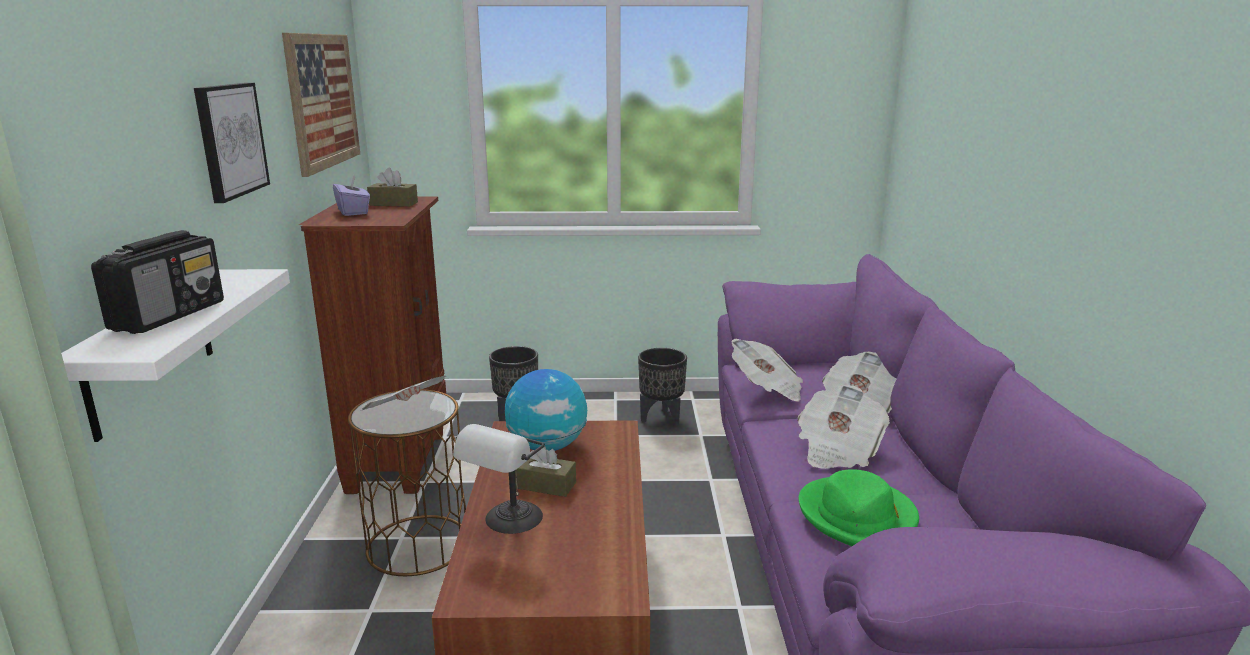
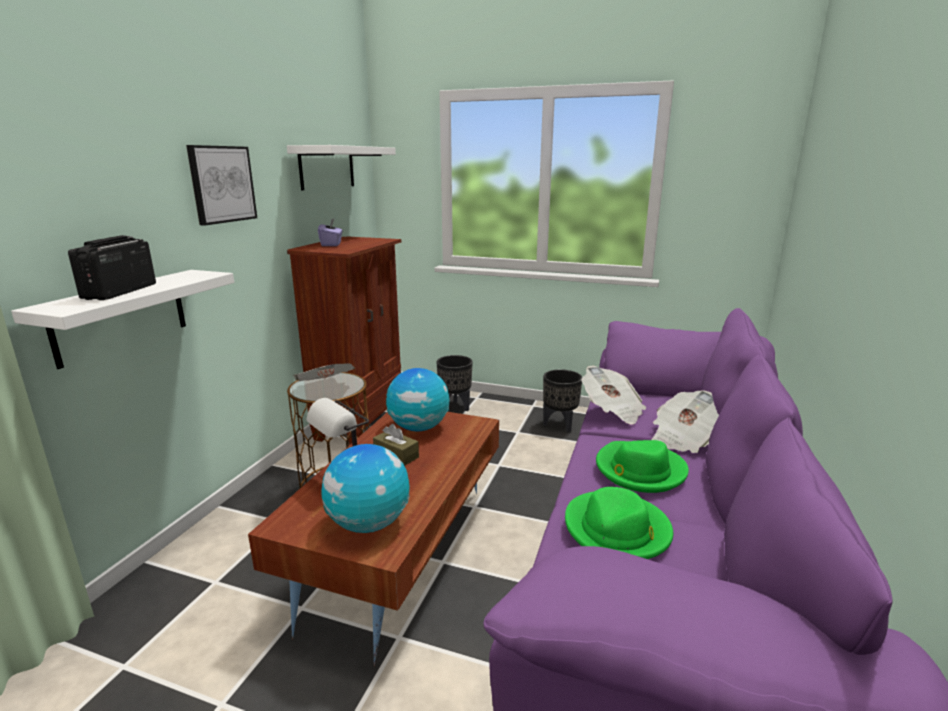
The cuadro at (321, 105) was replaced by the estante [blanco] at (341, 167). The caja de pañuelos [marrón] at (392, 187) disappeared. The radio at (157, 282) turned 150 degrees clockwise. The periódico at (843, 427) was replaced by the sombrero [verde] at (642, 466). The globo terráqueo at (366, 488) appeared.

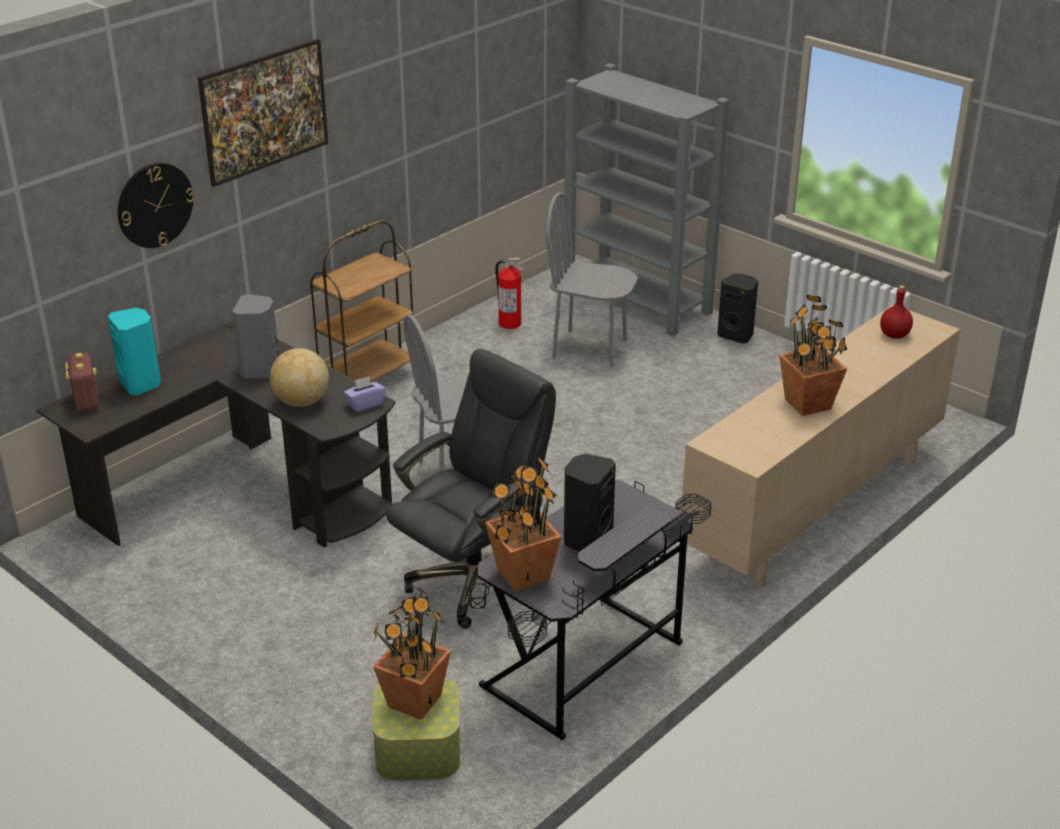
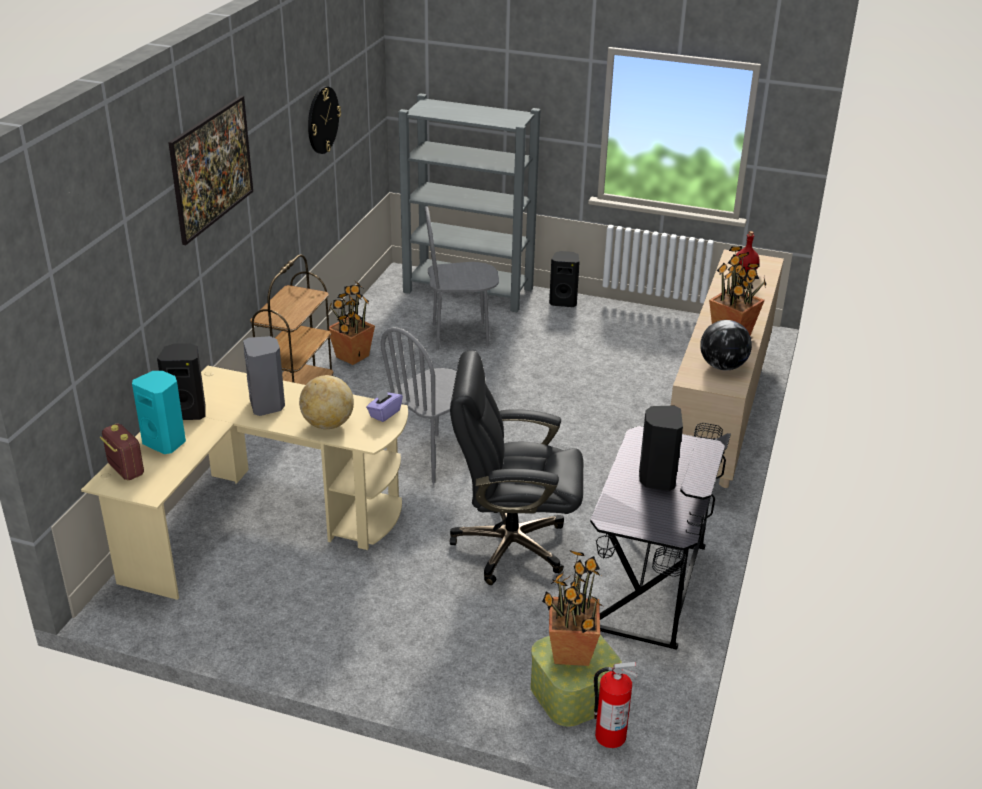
The reloj de pared moved from (156, 205) to (324, 120). The extintor moved from (509, 293) to (615, 705). The escritorio [negro] at (215, 434) became the escritorio [beis] at (244, 482). The silla de oficina [negro] at (471, 489) turned 105 degrees counterclockwise. The planta en maceta moved from (523, 523) to (351, 323). The globo terráqueo at (726, 345) appeared. The altavoz [negro] at (181, 381) appeared.

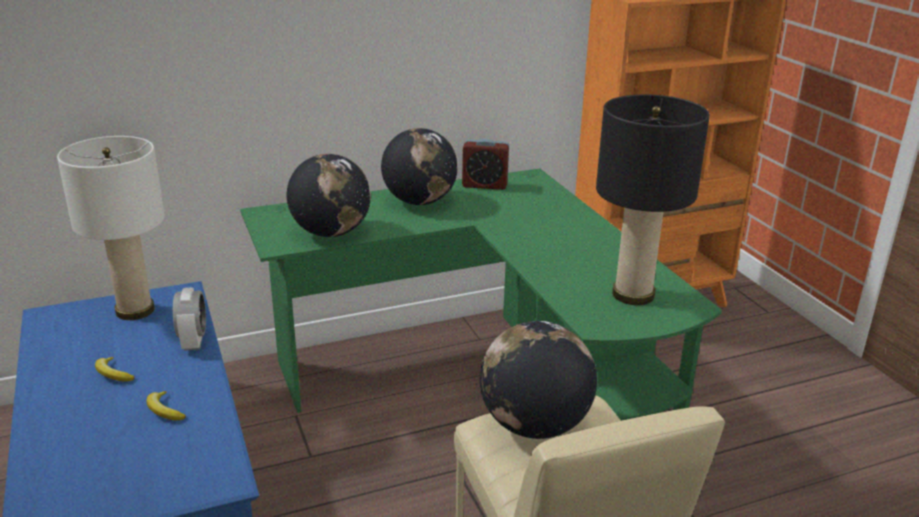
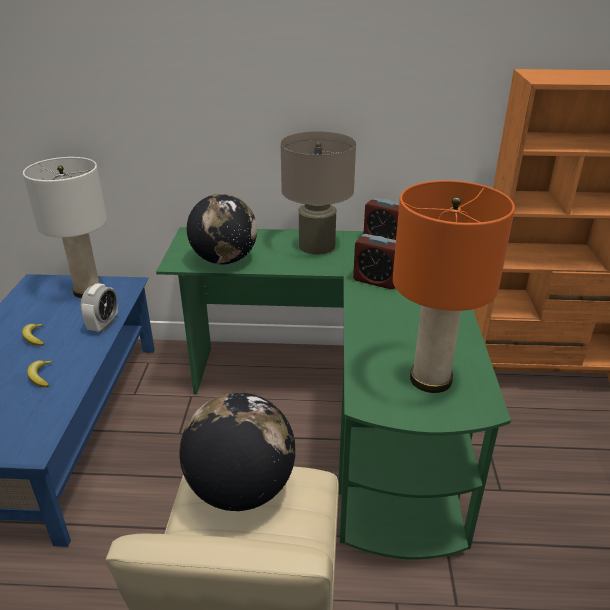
The lámpara de mesa [negro] at (653, 199) became the lámpara de mesa [naranja] at (454, 286). The globo terráqueo at (419, 166) was replaced by the lámpara de mesa [beis] at (318, 193). The despertador at (374, 261) appeared.

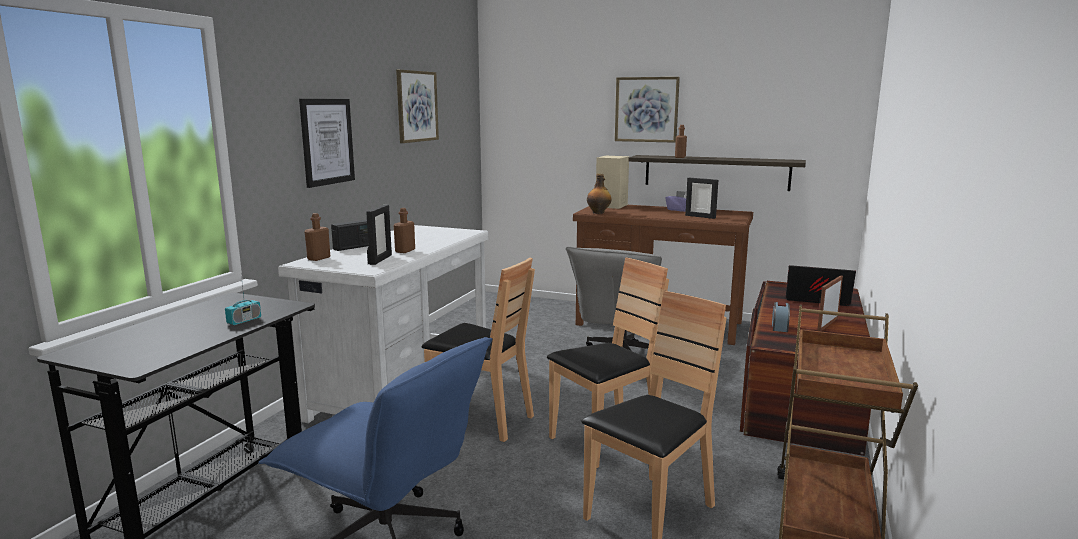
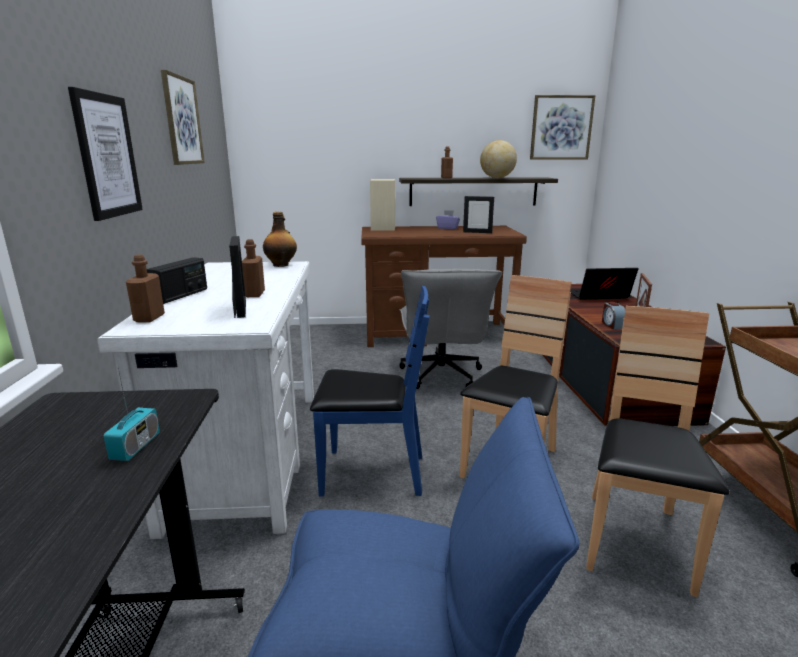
The cuadro moved from (647, 110) to (562, 127). The botella moved from (599, 194) to (280, 239). The silla [marrón] at (478, 350) became the silla [azul] at (370, 391). The globo terráqueo at (498, 159) appeared.

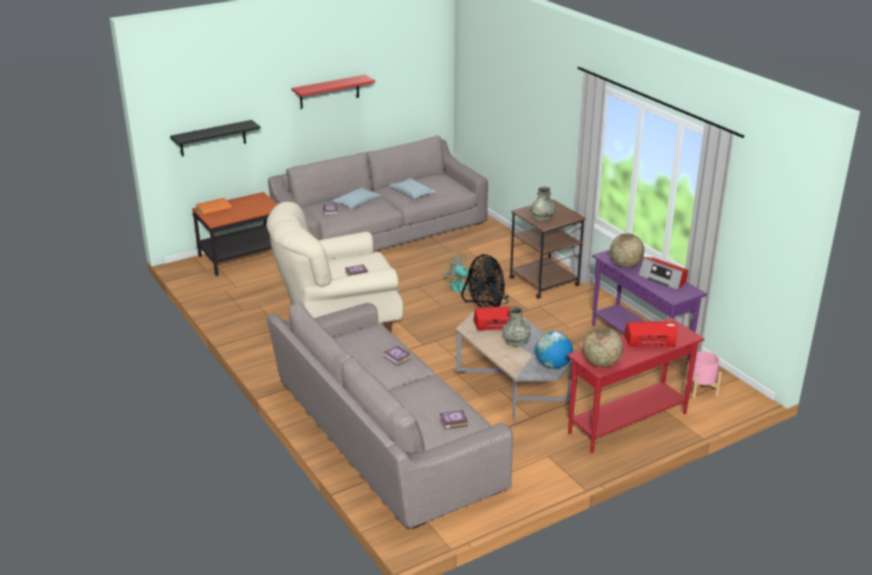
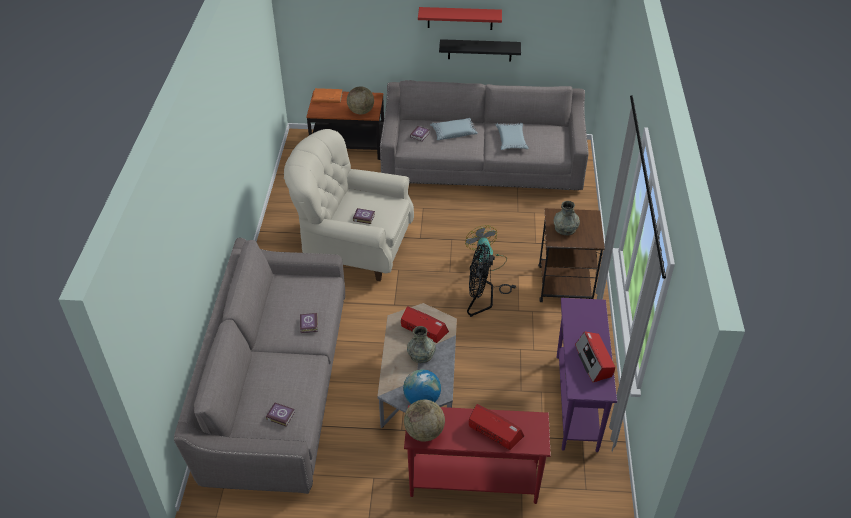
The estante [negro] moved from (215, 138) to (480, 50). The globo terráqueo moved from (627, 250) to (360, 100). The maceta [rosa] at (703, 374) disappeared.

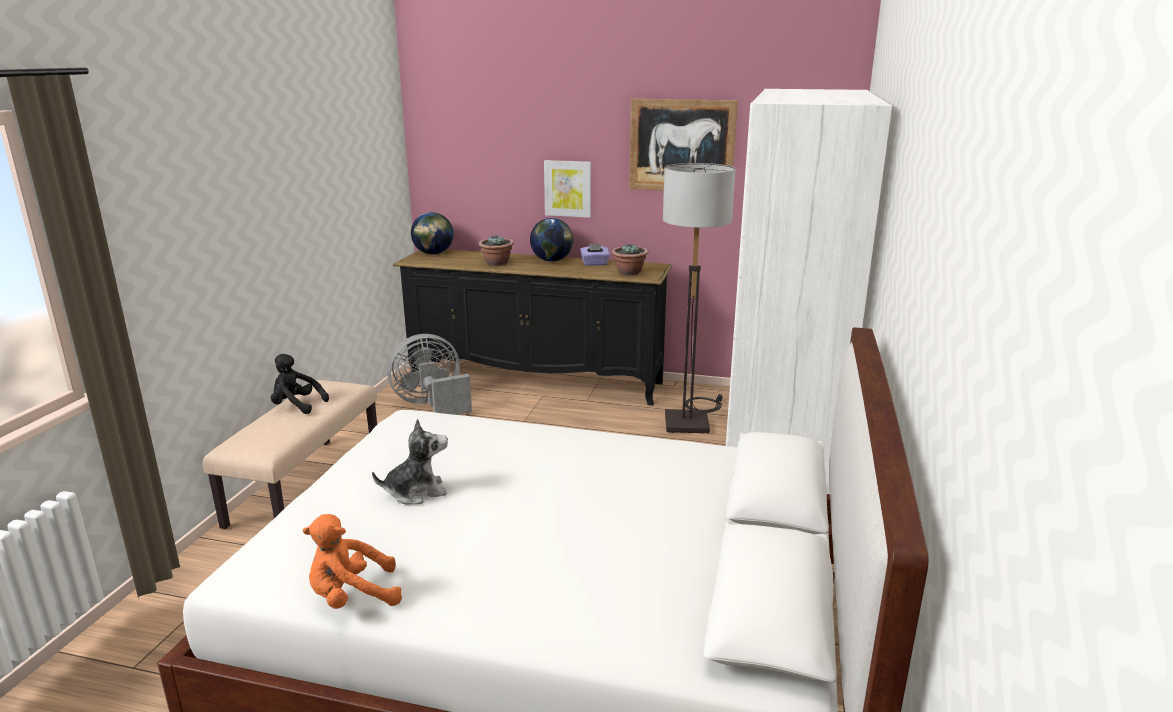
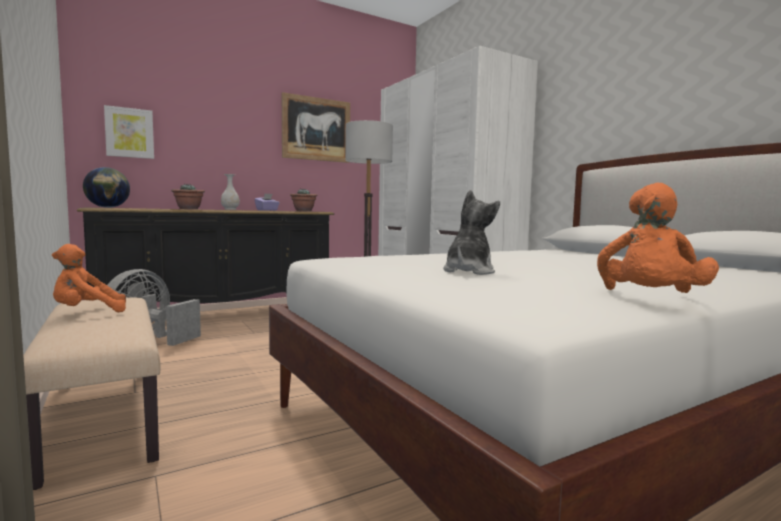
The cuadro moved from (567, 189) to (129, 132). The globo terráqueo at (551, 240) was replaced by the florero [blanco] at (230, 192). The peluche [negro] at (300, 384) became the peluche [naranja] at (89, 278).

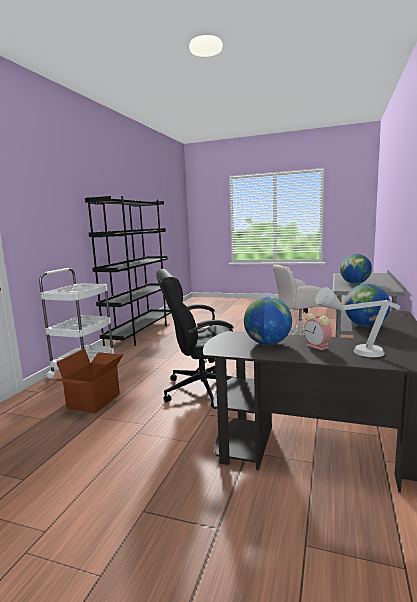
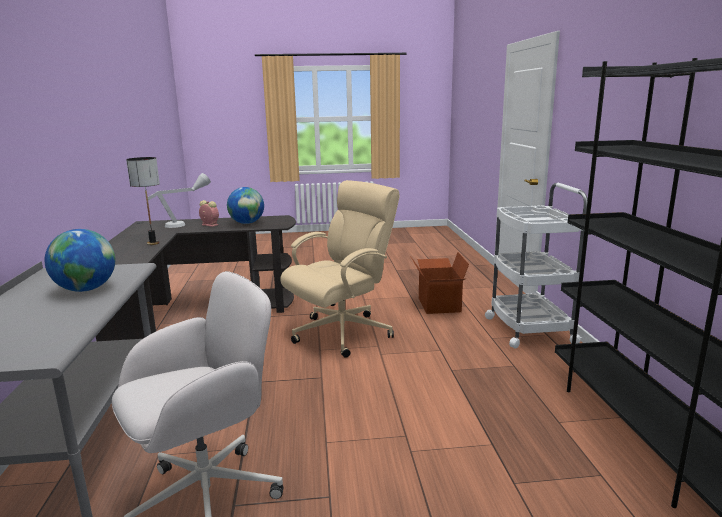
The silla de oficina [negro] at (195, 339) became the silla de oficina [beis] at (340, 269). The globo terráqueo at (367, 305) was replaced by the lámpara de mesa at (143, 201).

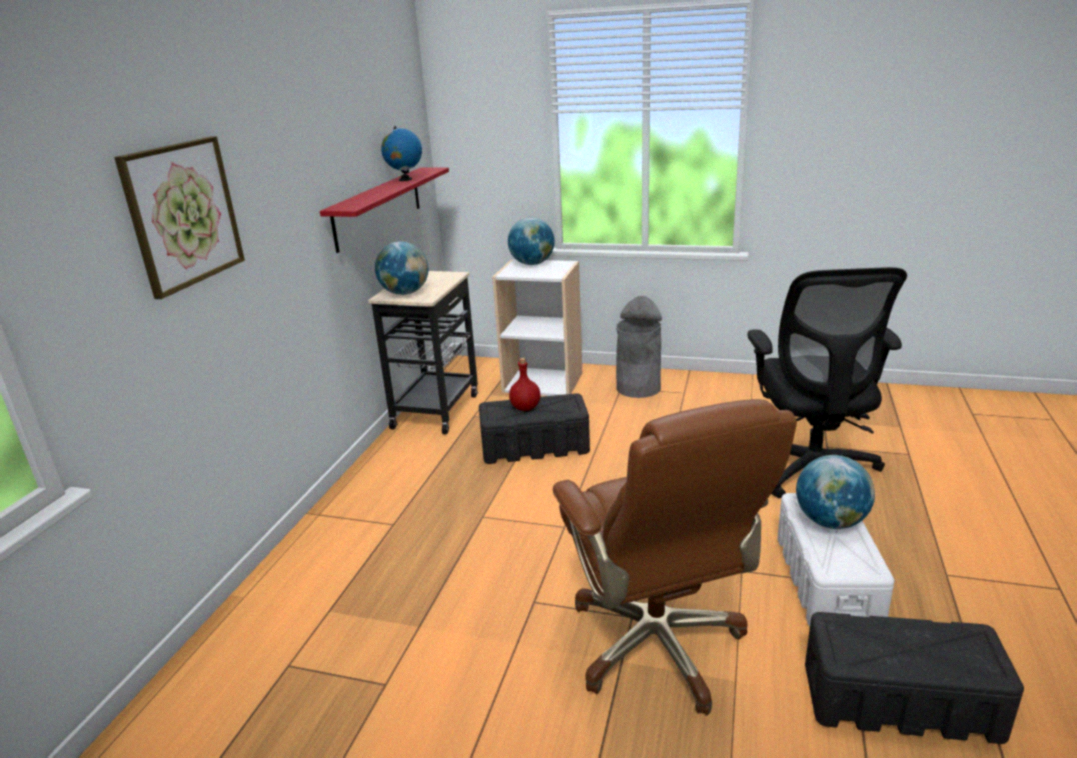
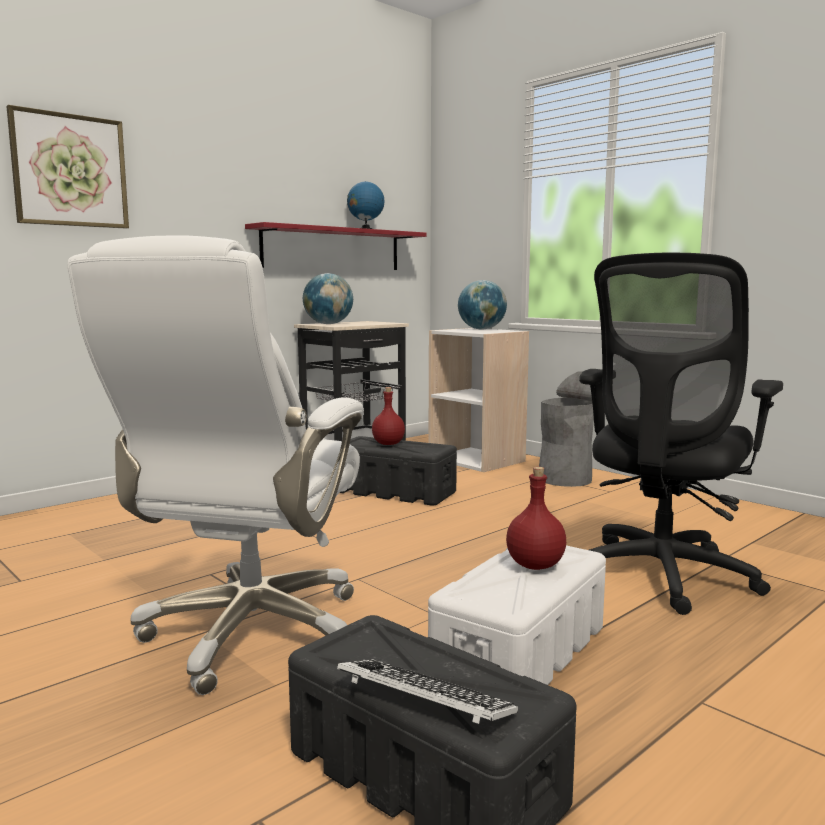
The silla de oficina [marrón] at (675, 557) became the silla de oficina [blanco] at (215, 465). The globo terráqueo at (835, 492) was replaced by the botella [rojo] at (536, 518). The teclado at (427, 691) appeared.

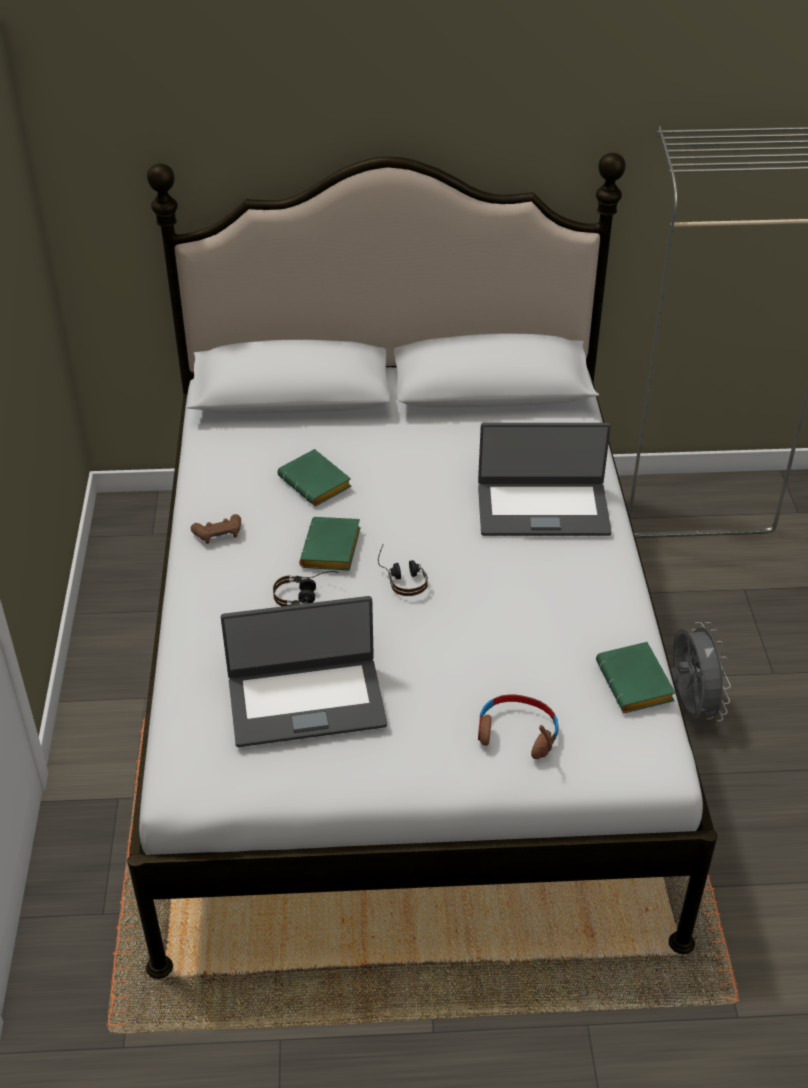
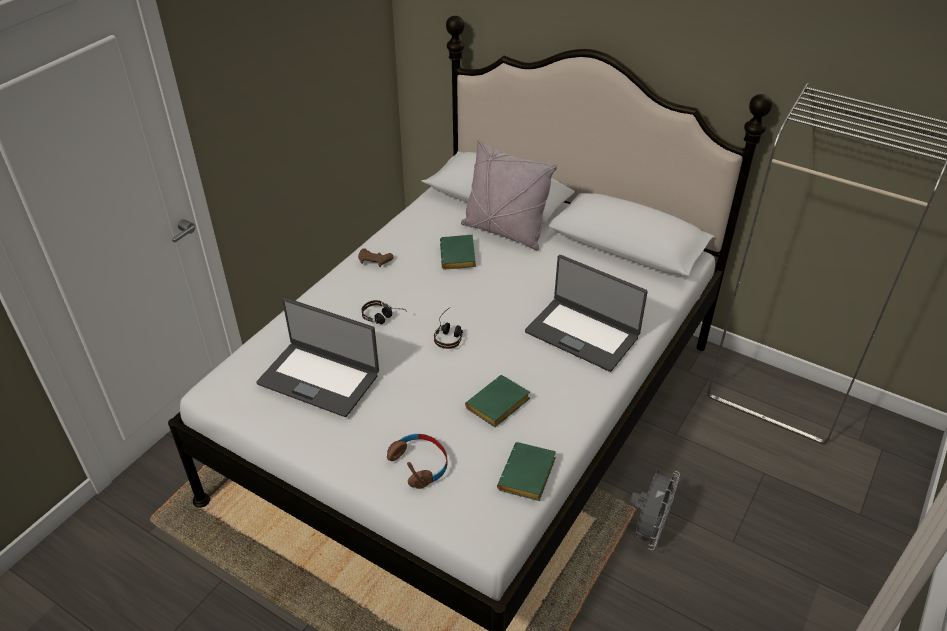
The libro [verde] moved from (330, 544) to (497, 401). The cojín [morado] at (509, 194) appeared.

